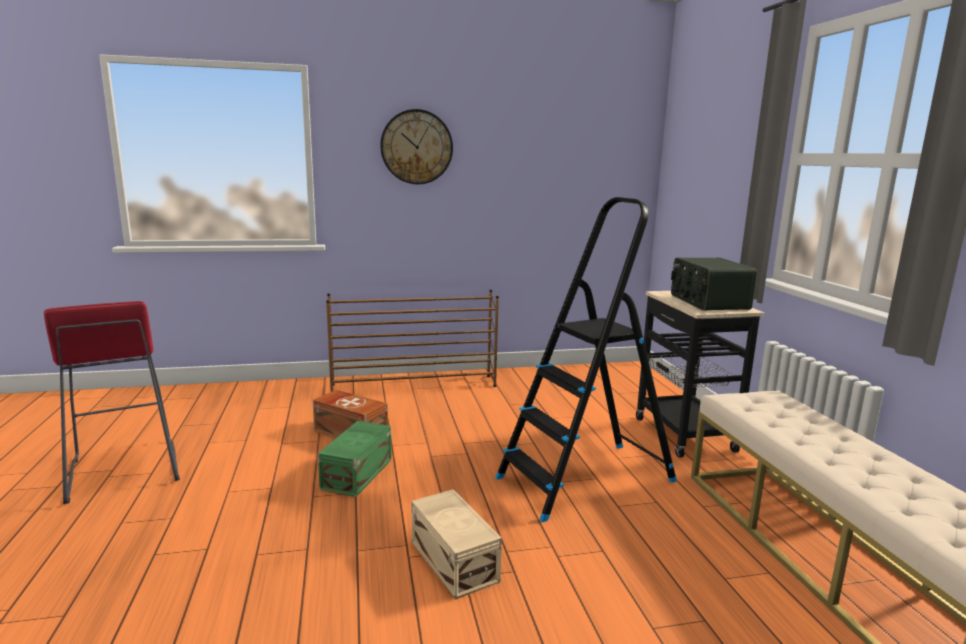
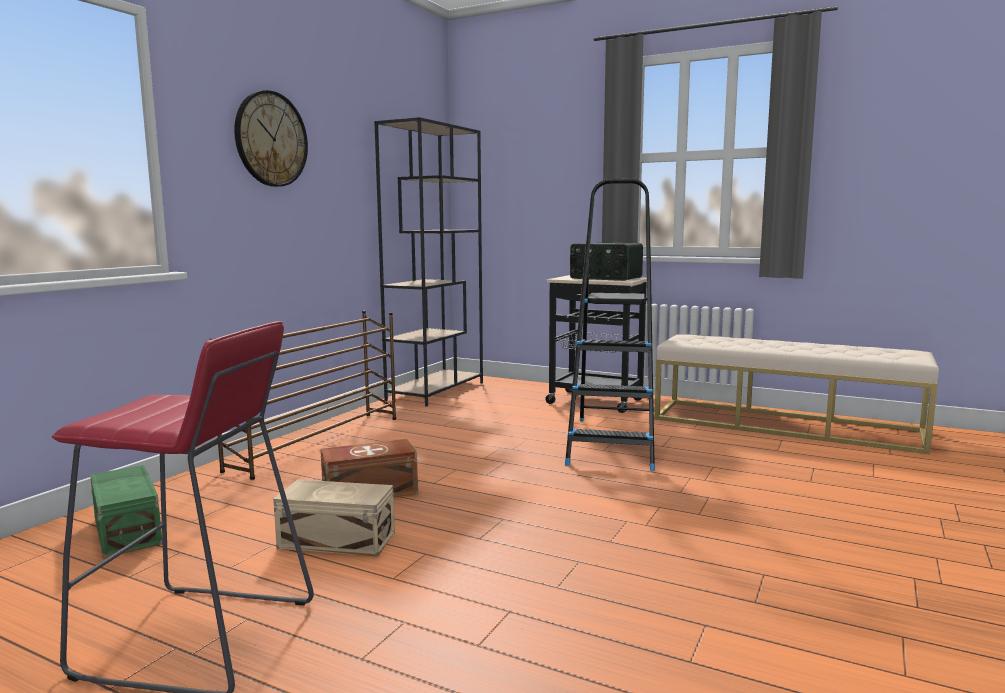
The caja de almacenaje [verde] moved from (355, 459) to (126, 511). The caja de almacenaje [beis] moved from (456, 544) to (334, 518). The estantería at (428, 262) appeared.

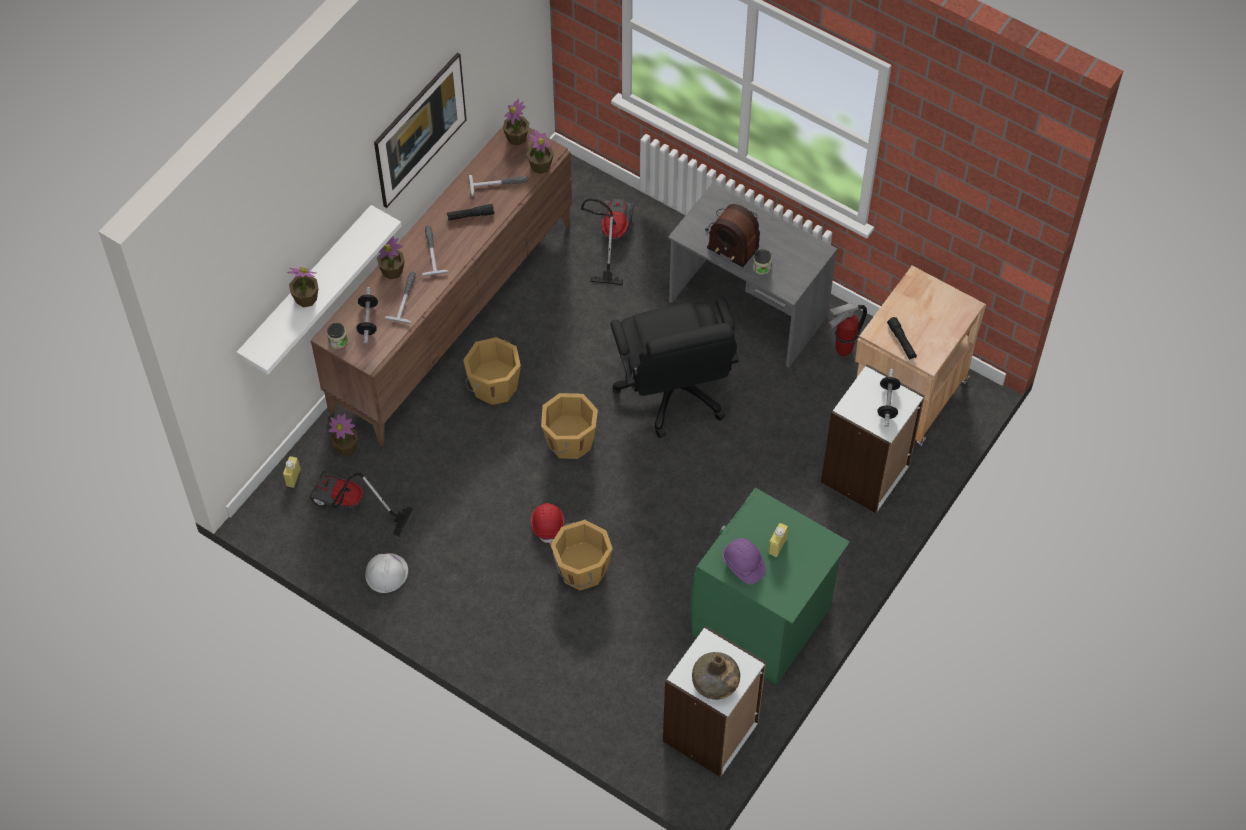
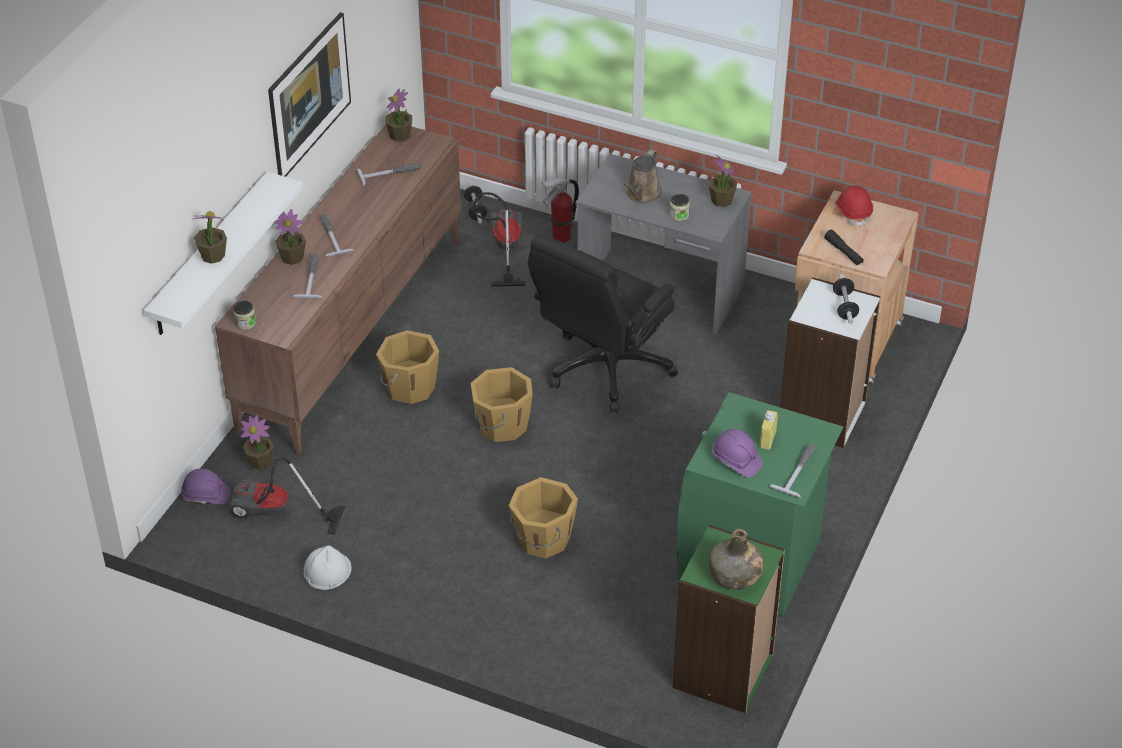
The planta en maceta moved from (540, 151) to (723, 181). The linterna [negro] at (470, 212) disappeared. The radio at (732, 235) was replaced by the regadera [marrón] at (643, 176). The mancuerna moved from (367, 315) to (475, 203). The silla de oficina [negro] at (674, 367) turned 60 degrees clockwise. The extintor moved from (848, 329) to (560, 210). The botella [amarillo] at (292, 472) was replaced by the casco [morado] at (205, 486). The casco [rojo] moved from (547, 523) to (854, 206). The estantería [blanco] at (714, 701) became the estantería [verde] at (728, 619). The martillo at (792, 471) appeared.

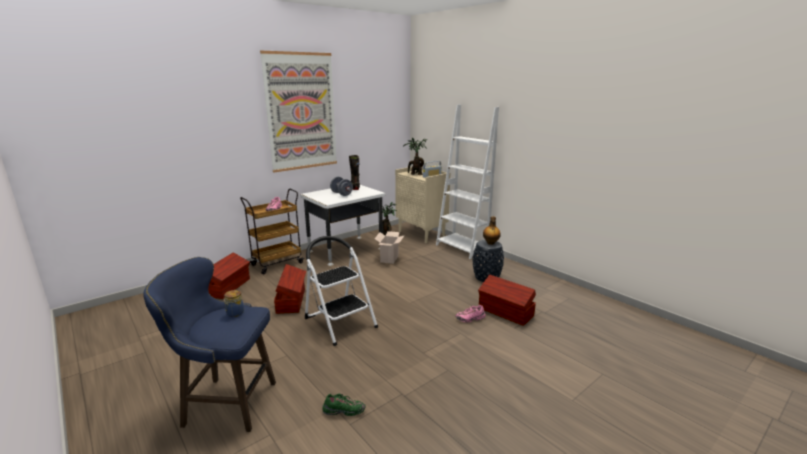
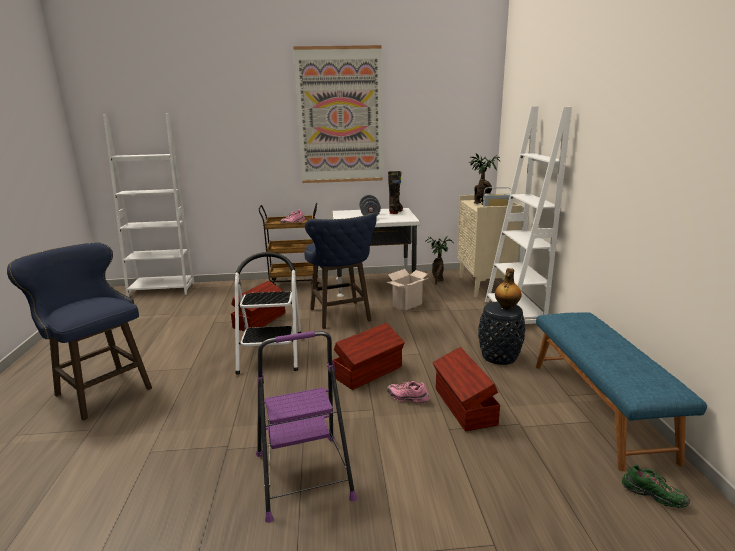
The caja de almacenaje [marrón] moved from (229, 276) to (369, 356). The tarro at (234, 303) disappeared. The zapato [verde] moved from (344, 404) to (656, 486). The estantería [blanco] at (148, 205) appeared. The taburete [azul] at (340, 271) appeared. The banco [azul] at (621, 391) appeared. The escalera de tijera [morado] at (307, 427) appeared.

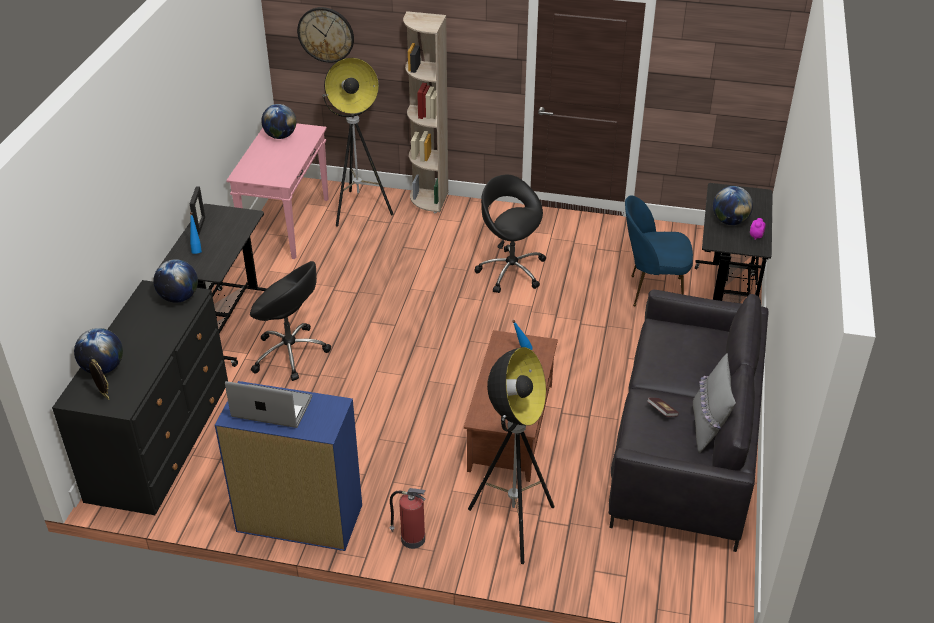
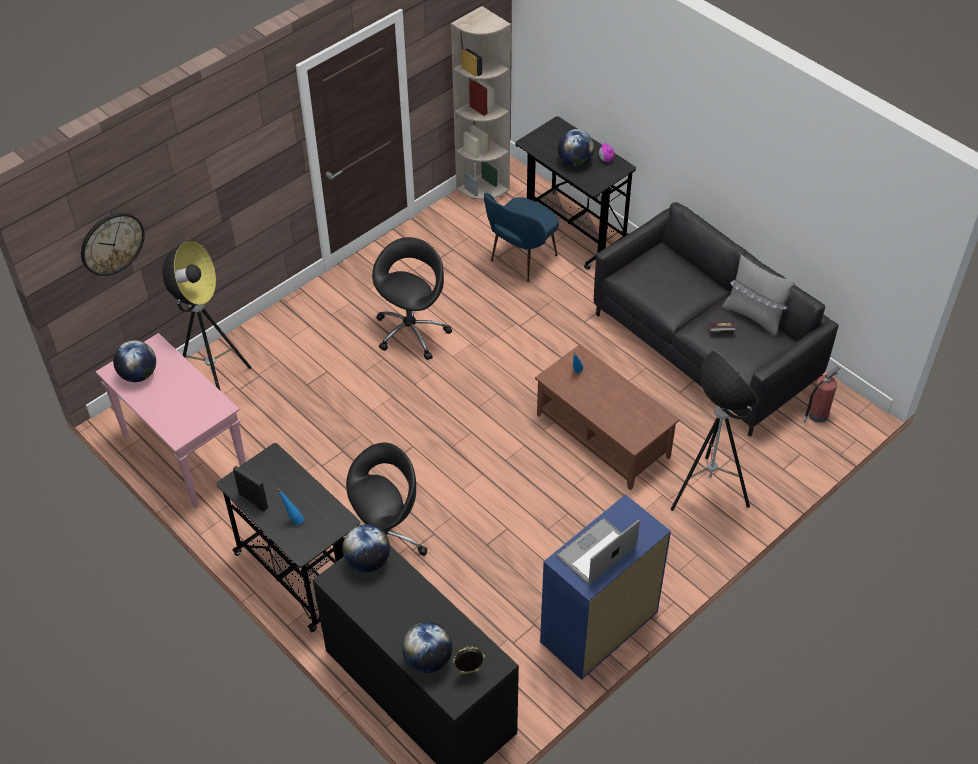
The estantería [beis] moved from (425, 112) to (481, 103). The silla de oficina [negro] at (510, 233) turned 150 degrees clockwise. The extintor moved from (408, 518) to (822, 394).

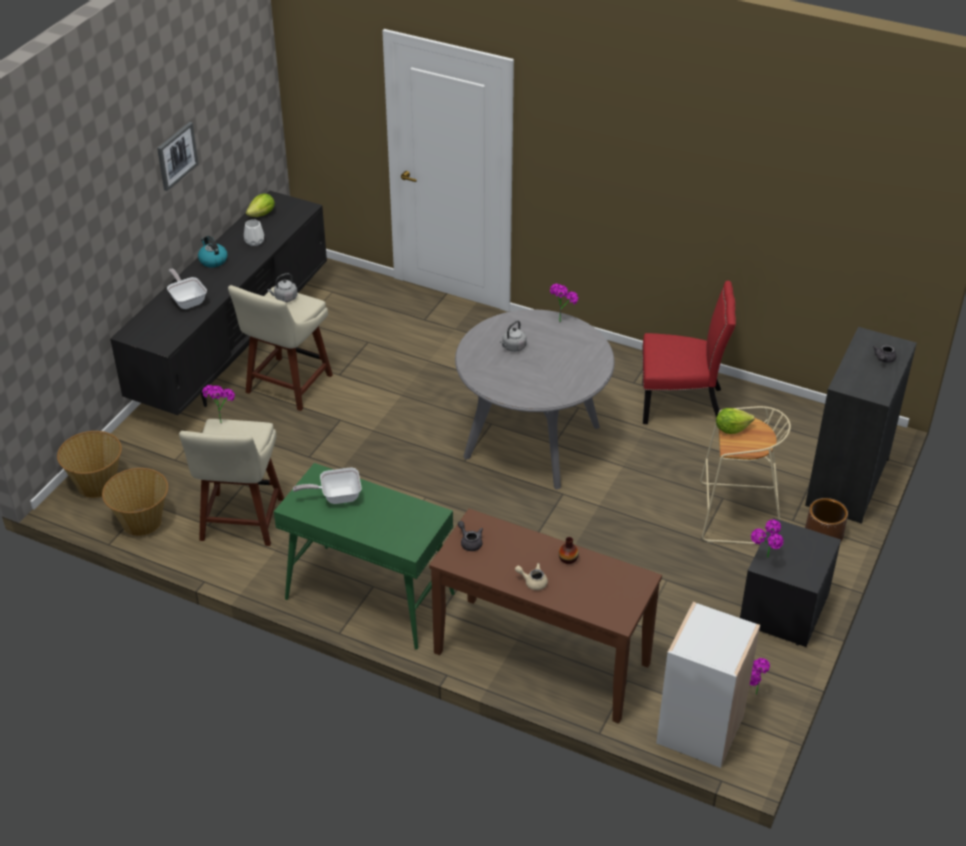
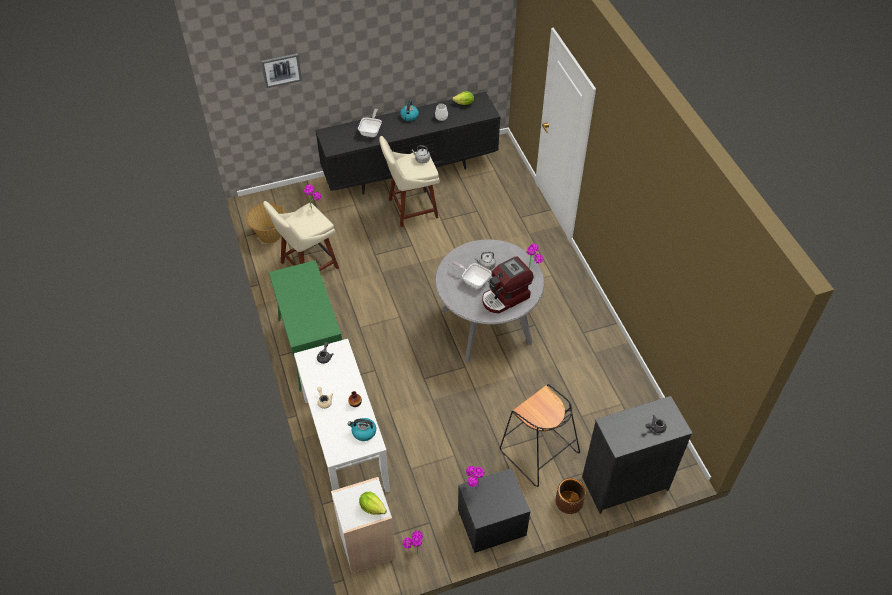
The cuadro moved from (178, 156) to (281, 70). The silla [rojo] at (689, 352) disappeared. The taburete [beis] at (745, 475) became the taburete [negro] at (540, 435). The lechuga moved from (735, 421) to (373, 503). The cesta at (89, 464) disappeared. The sartén moved from (327, 486) to (471, 275). The mesa consola [marrón] at (545, 616) became the mesa consola [blanco] at (342, 415). The cafetera at (507, 284) appeared. The hervidor at (362, 429) appeared.

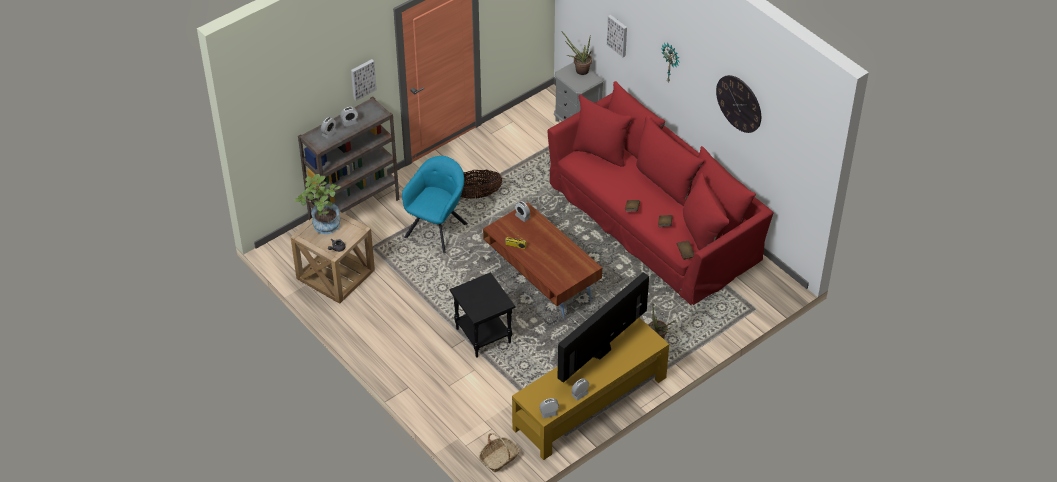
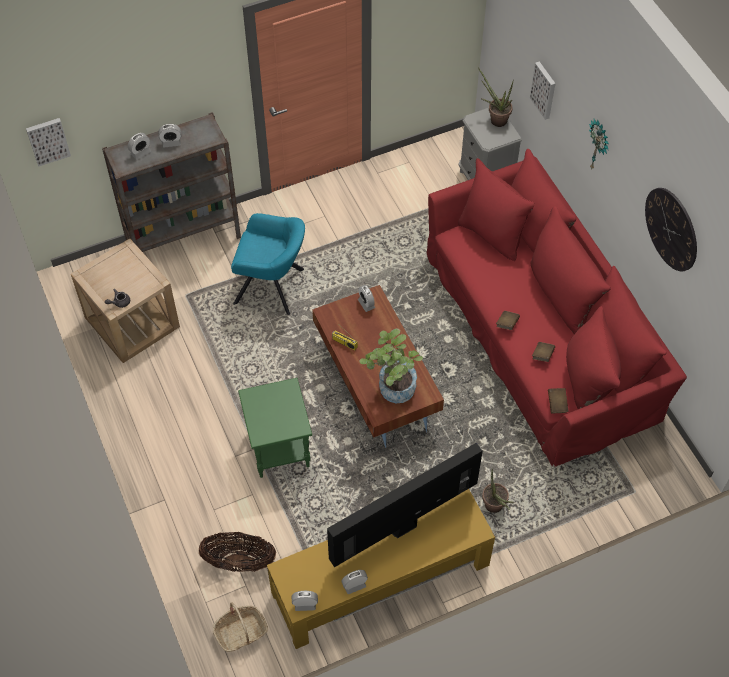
The cuadro moved from (364, 80) to (48, 142). The sillón [turquesa] at (435, 205) turned 60 degrees clockwise. The cesta moved from (482, 184) to (237, 552). The planta en maceta moved from (318, 204) to (391, 366). The mesa auxiliar [negro] at (482, 315) became the mesa auxiliar [verde] at (275, 428).

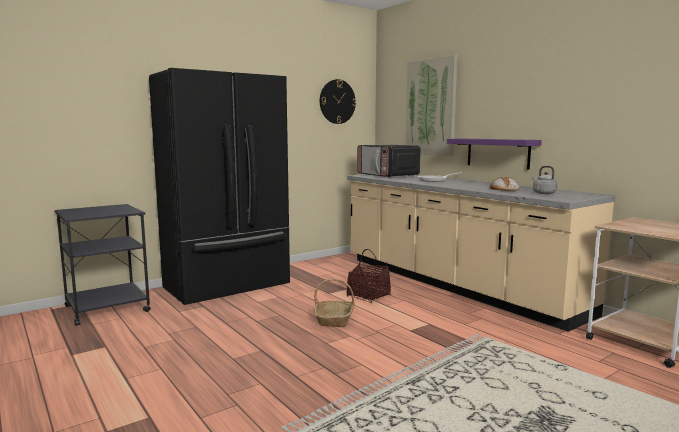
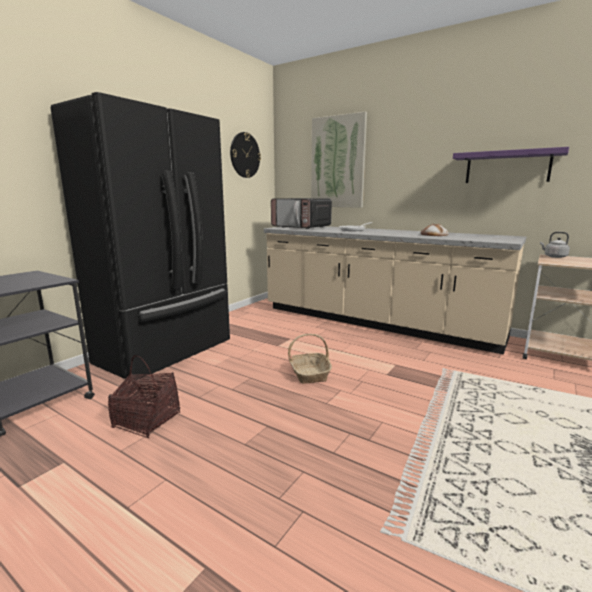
The estante [morado] moved from (494, 154) to (511, 165). The hervidor [gris] moved from (545, 180) to (555, 245). The cesta moved from (369, 276) to (144, 396).

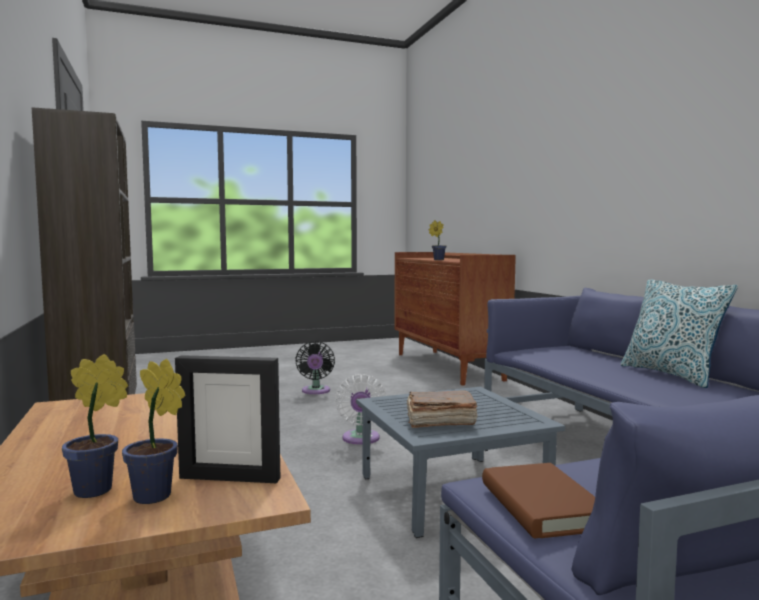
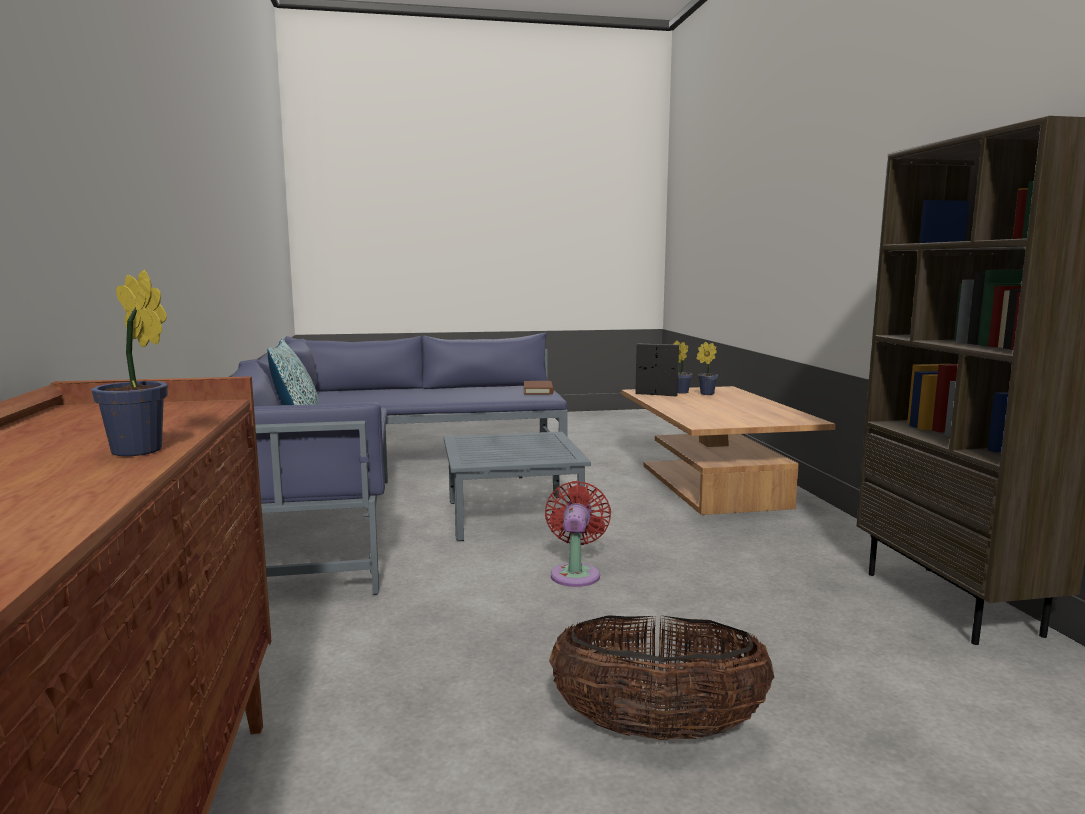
The ventilador [negro] at (315, 367) was replaced by the cesta at (662, 677). The ventilador [blanco] at (361, 409) became the ventilador [rojo] at (578, 534). The libro [marrón] at (442, 409) disappeared.

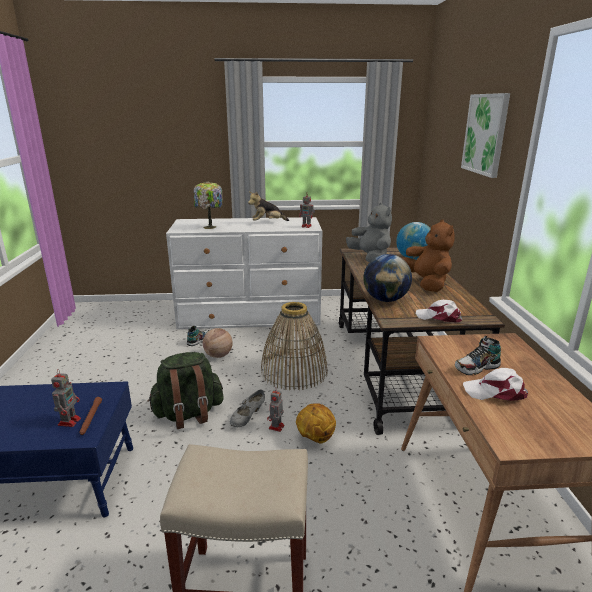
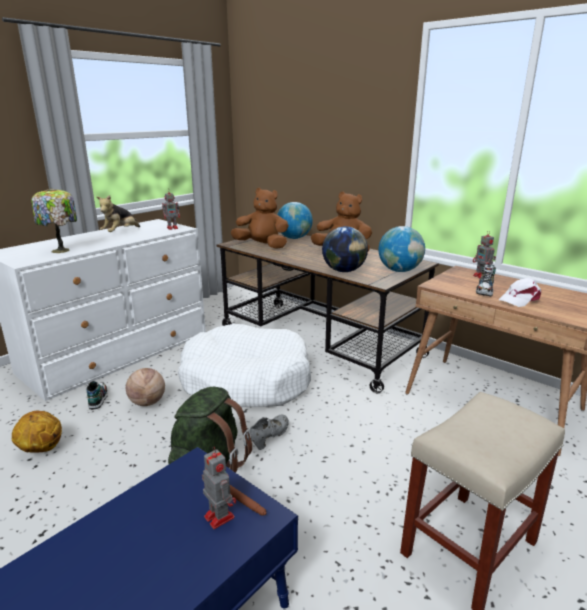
The cuadro at (485, 135) disappeared. The peluche [gris] at (369, 232) became the peluche [marrón] at (260, 218). The gorra [blanco] at (439, 311) was replaced by the globo terráqueo at (402, 249). The cesta at (294, 346) was replaced by the cama para perro [blanco] at (244, 365). The robot de juguete moved from (275, 410) to (484, 254). The zapato [gris] at (247, 408) turned 135 degrees counterclockwise. The balón de baloncesto moved from (316, 423) to (37, 432).

